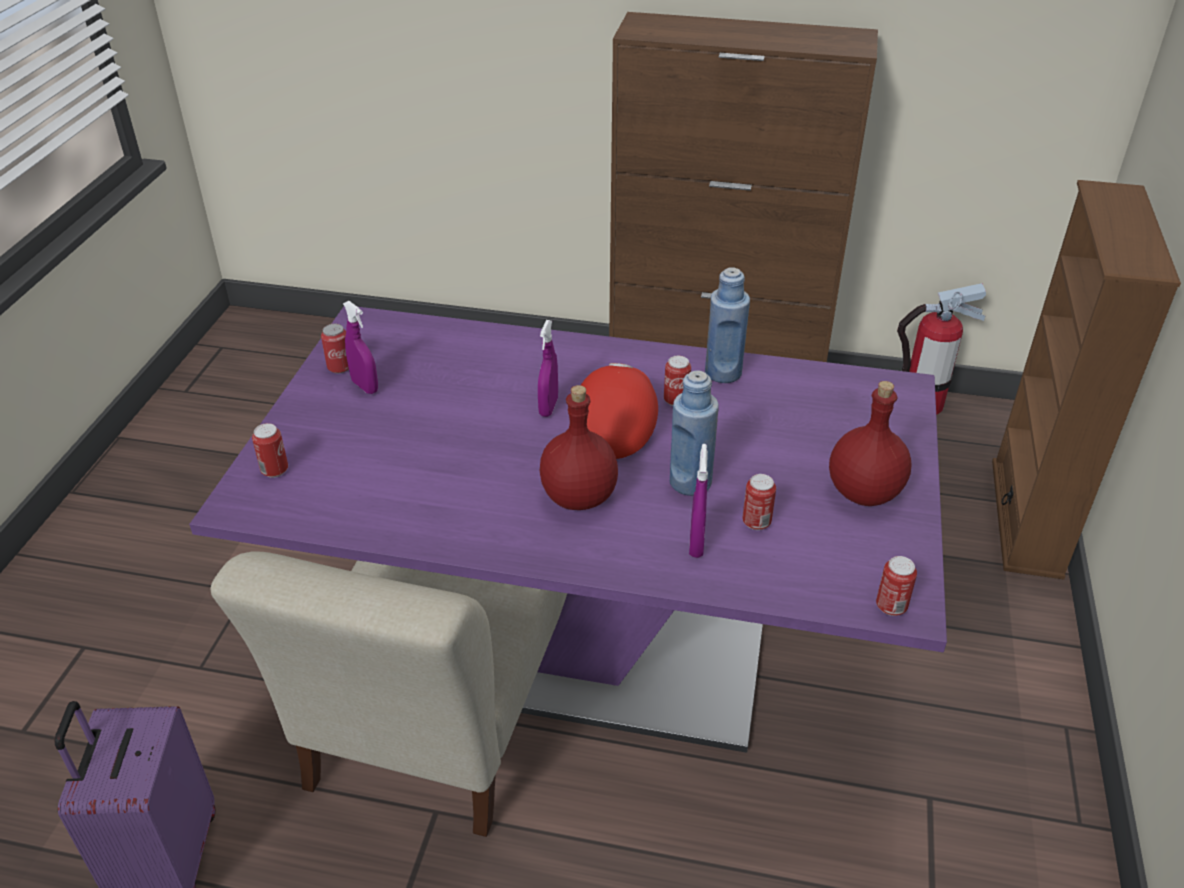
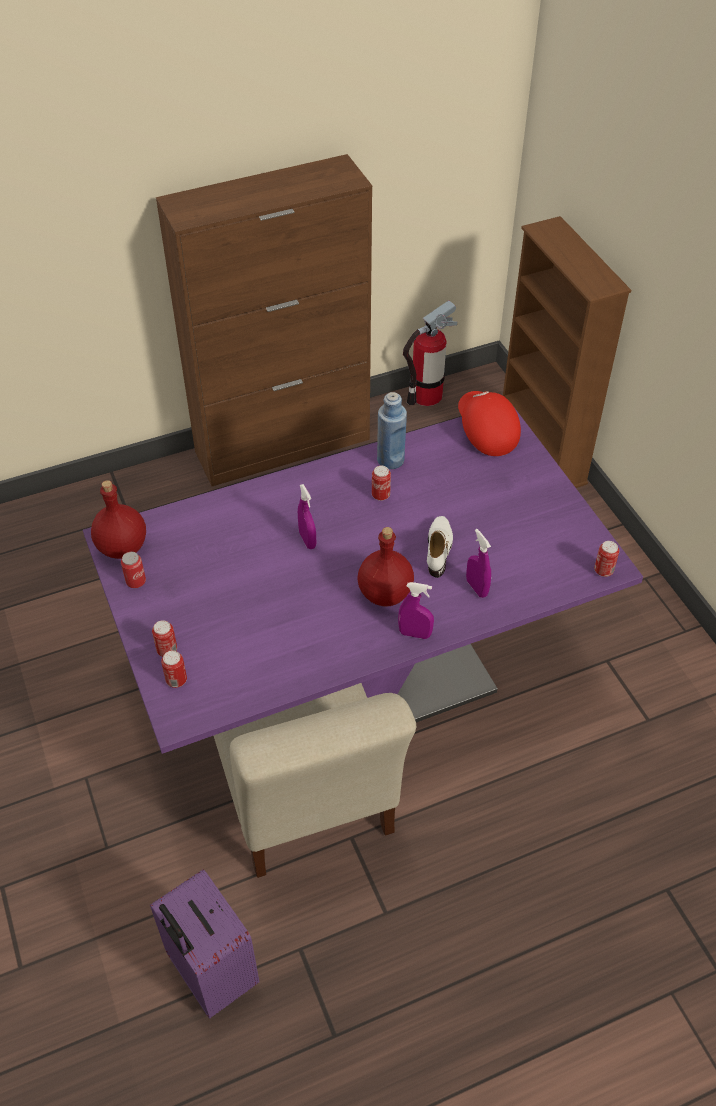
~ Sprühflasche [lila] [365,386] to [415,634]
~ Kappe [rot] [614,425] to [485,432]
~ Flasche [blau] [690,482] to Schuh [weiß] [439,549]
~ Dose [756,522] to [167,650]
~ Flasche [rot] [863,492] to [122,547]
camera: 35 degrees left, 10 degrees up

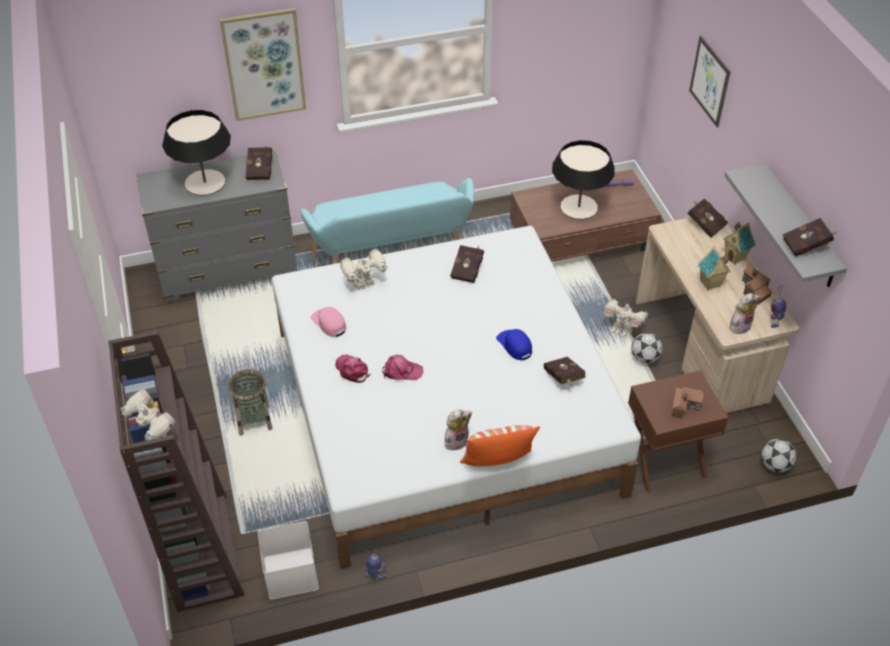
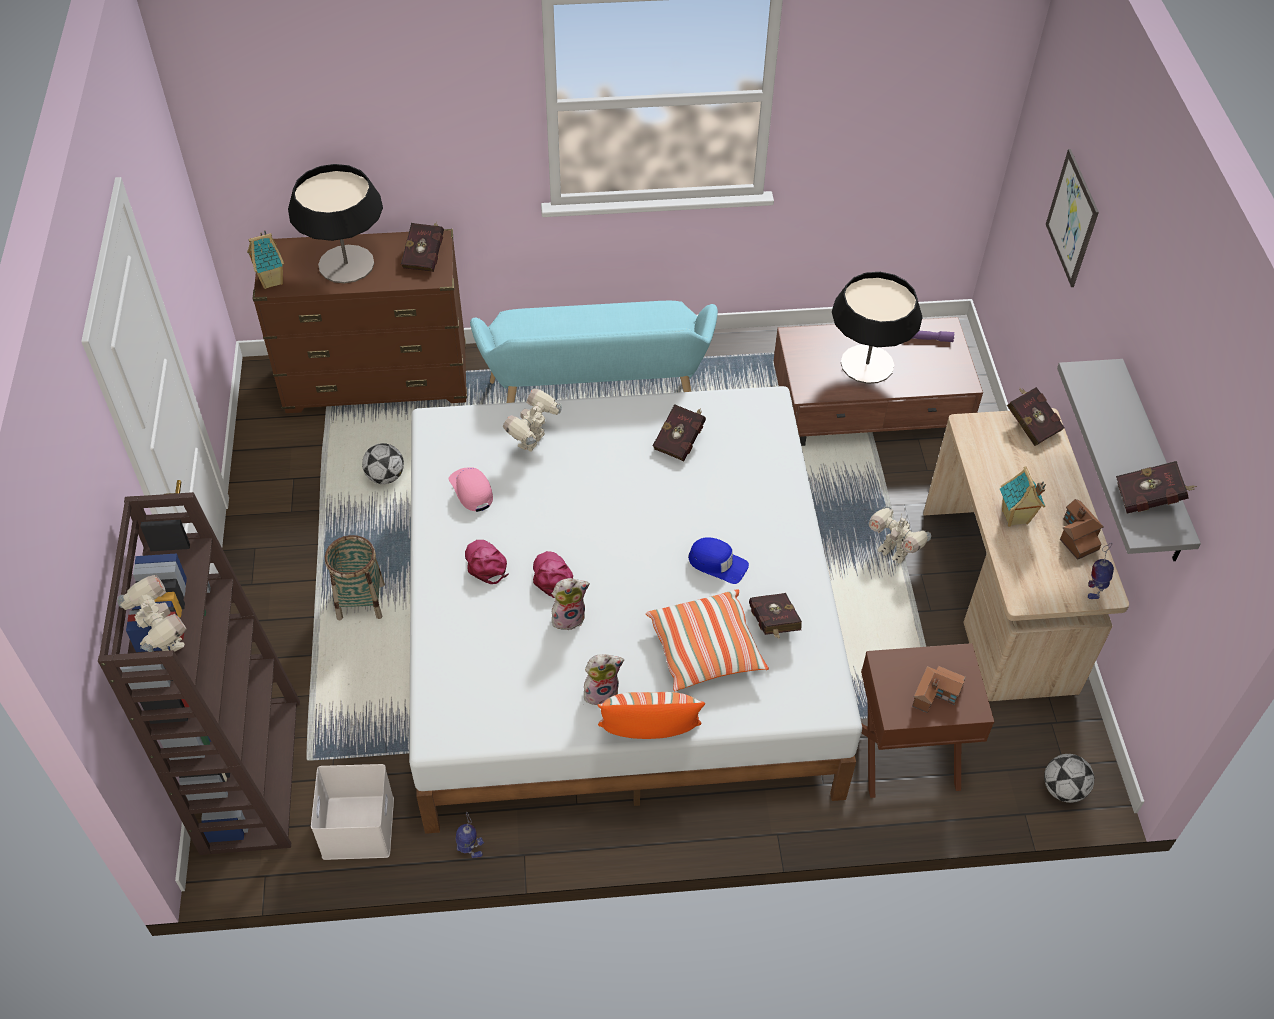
~ Kommode [grau] [228,270] to Kommode [braun] [377,380]
- Bild [264,64]
~ Spielzeugroboter [365,285] = [533,442] 45 degrees counterclockwise
~ Kappe [rosa] [402,371] = [552,577] 120 degrees counterclockwise
~ Kappe [blau] [514,345] = [717,563] 135 degrees clockwise
~ Fußball [644,358] to [385,476]
~ Spielzeughaus [735,258] to [272,280]
~ Plüschtier [739,326] to [569,617]
+ Kissen [706,650]
camera: 10 degrees right, 5 degrees up

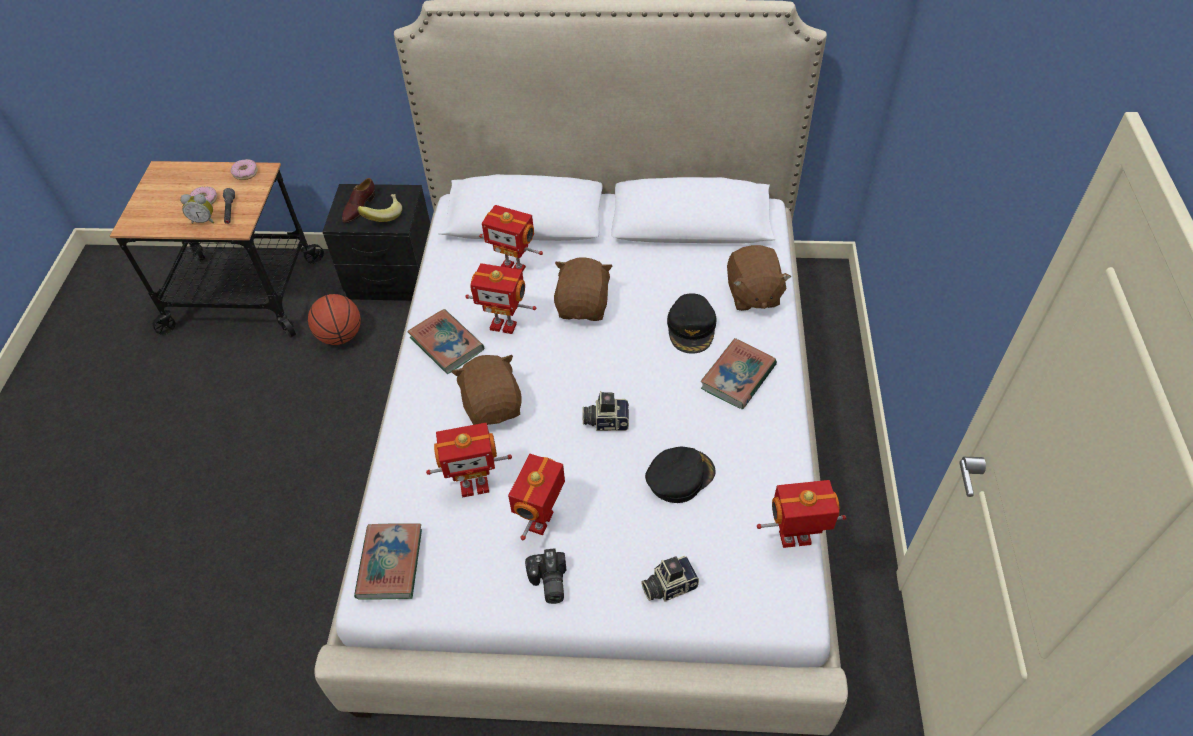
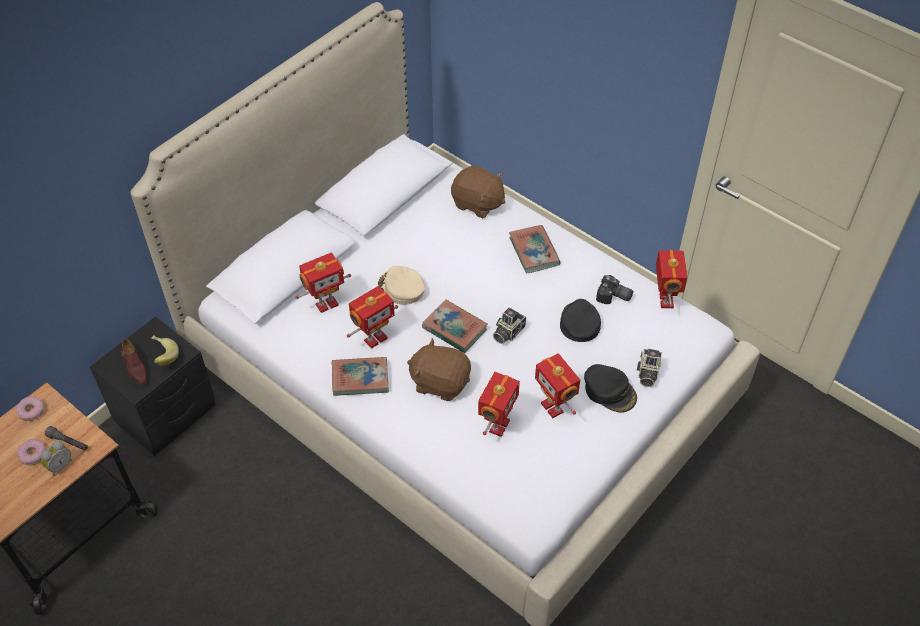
- Basketball [340,336]
~ Buch [390,564] to [454,329]
~ Kamera [547,583] to [613,297]
~ Plüschtier [braun] [583,306] to Kappe [beige] [401,288]
~ Kappe [schwarz] [692,328] to [610,391]
~ Spielzeugroboter [795,540] = [664,300] 150 degrees clockwise
camera: 55 degrees left, 0 degrees up

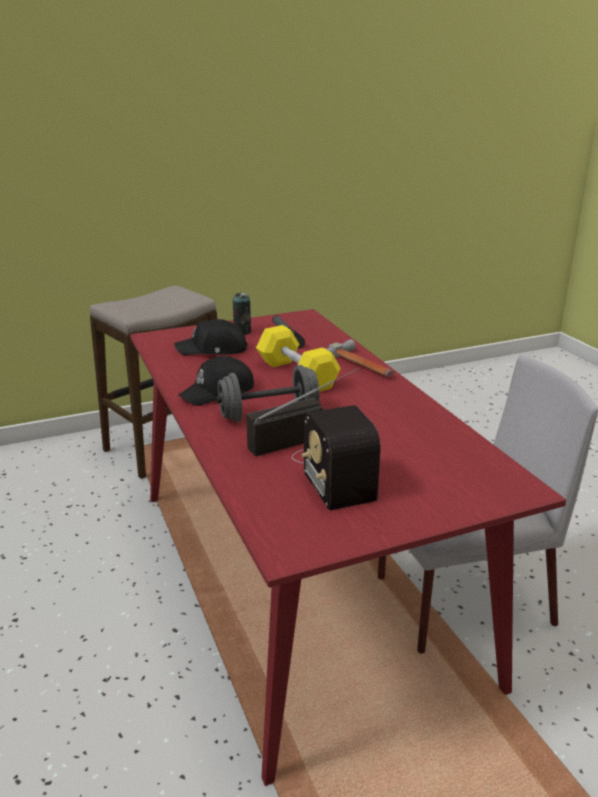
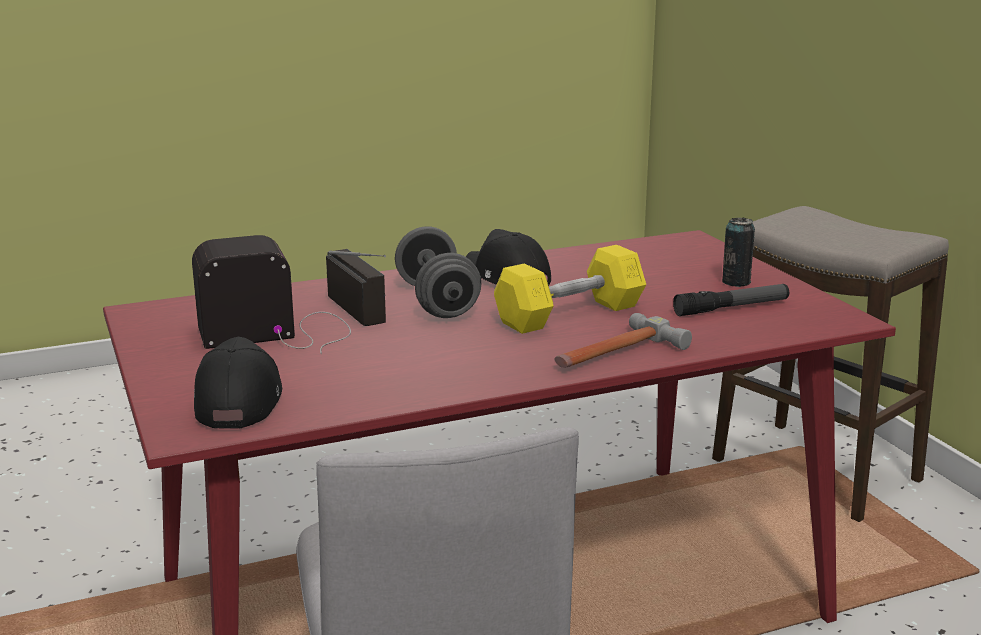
~ Kappe [schwarz] [213,350] to [237,400]
camera: 90 degrees right, 5 degrees down

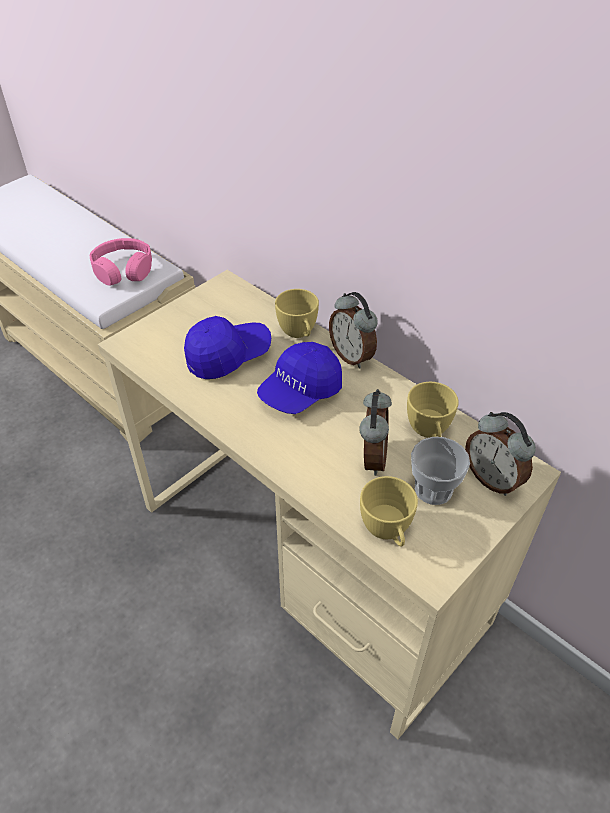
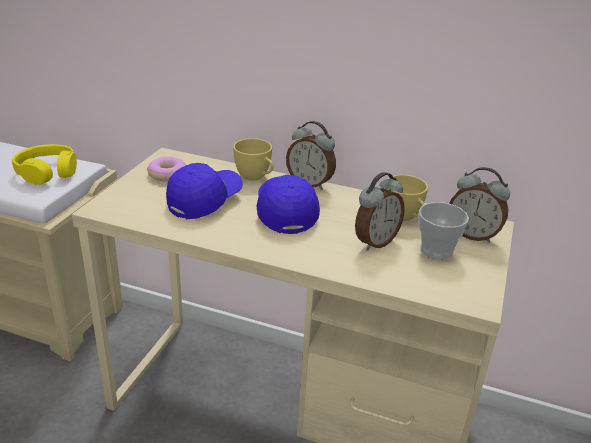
~ Kopfhörer [rosa] [123,270] to Kopfhörer [gelb] [47,172]
~ Kappe [blau] [300,392] = [285,212] 150 degrees clockwise
~ Wecker [371,458] = [375,242] 60 degrees clockwise
- Tasse [gelb] [387,532]
+ Donut [167,174]
camera: 25 degrees left, 15 degrees down

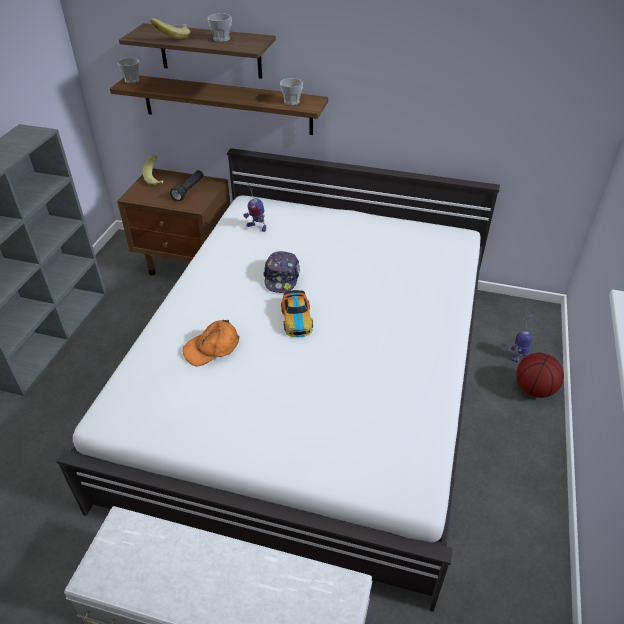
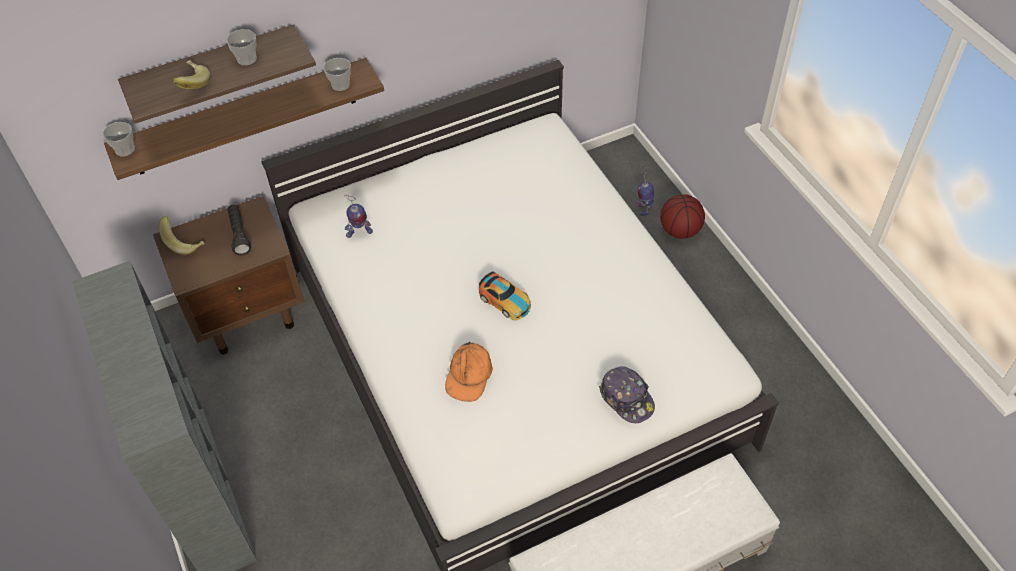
~ Kappe [282,277] to [627,399]
camera: 40 degrees left, 10 degrees up

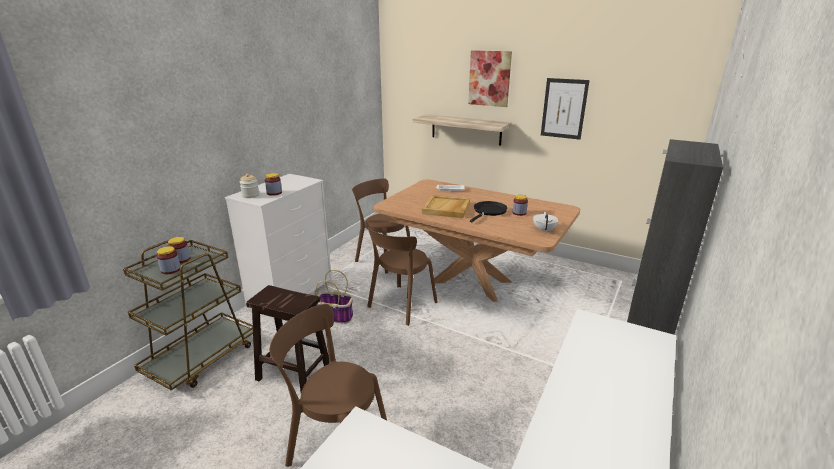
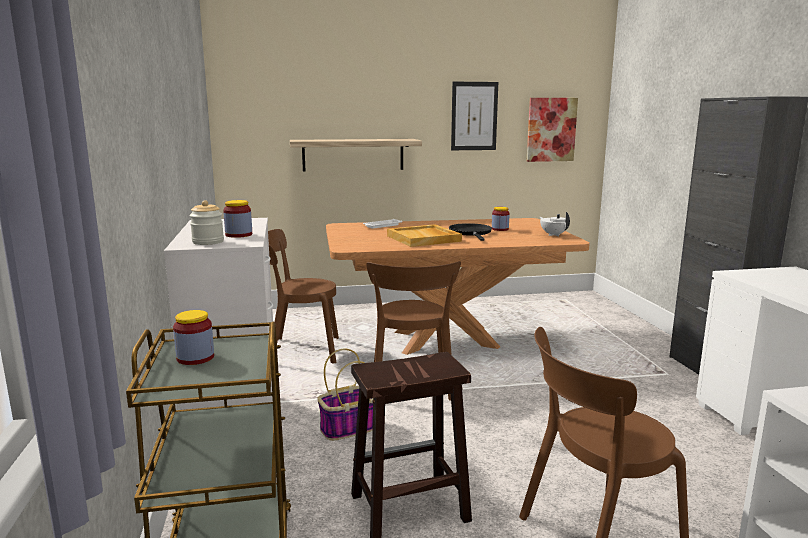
- Vorratsglas [171,270]
~ Bild [489,78] to [551,129]
camera: 40 degrees left, 10 degrees down

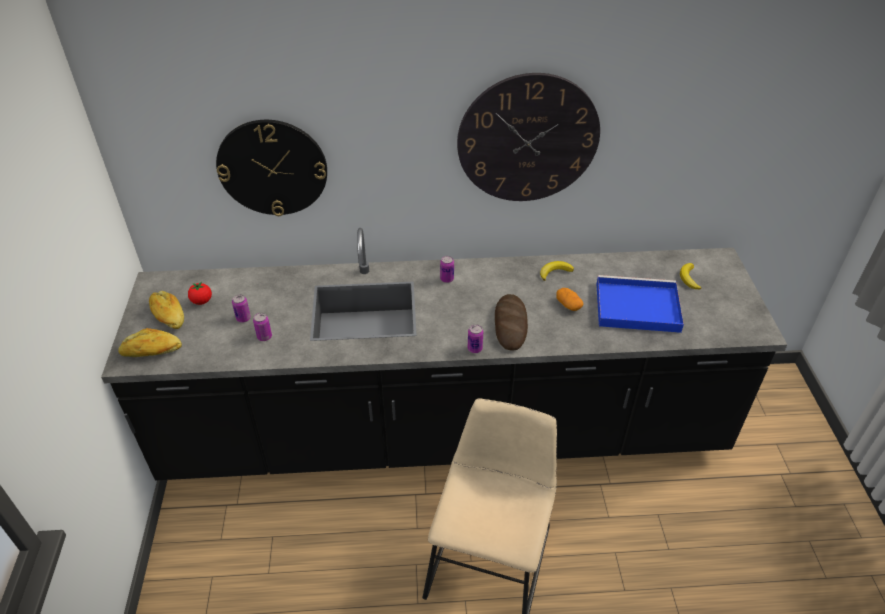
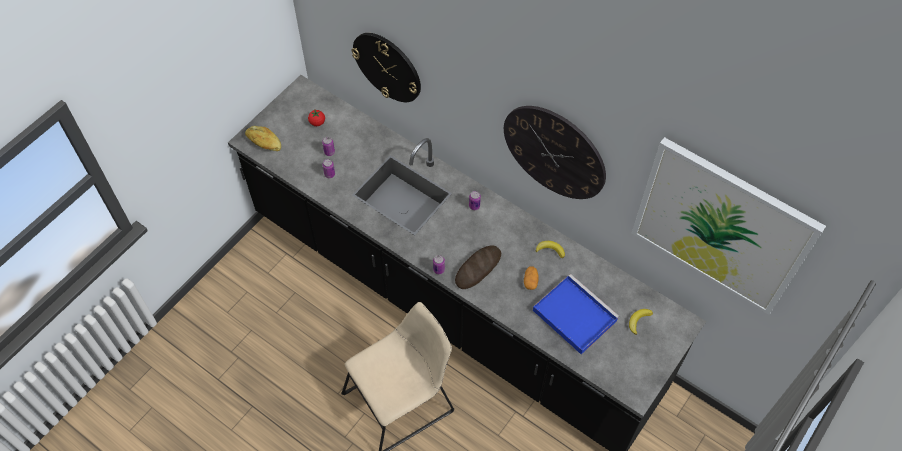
- Brot [168,316]
+ Bild [721,227]
camera: 40 degrees right, 15 degrees up

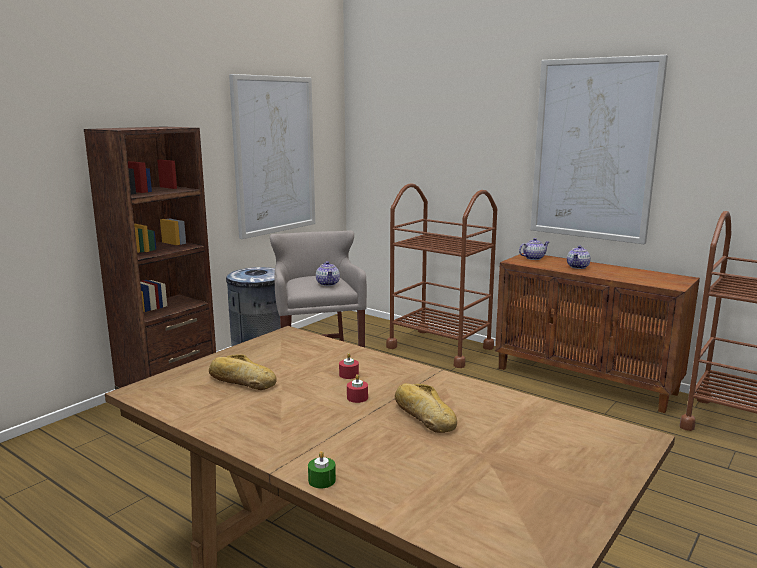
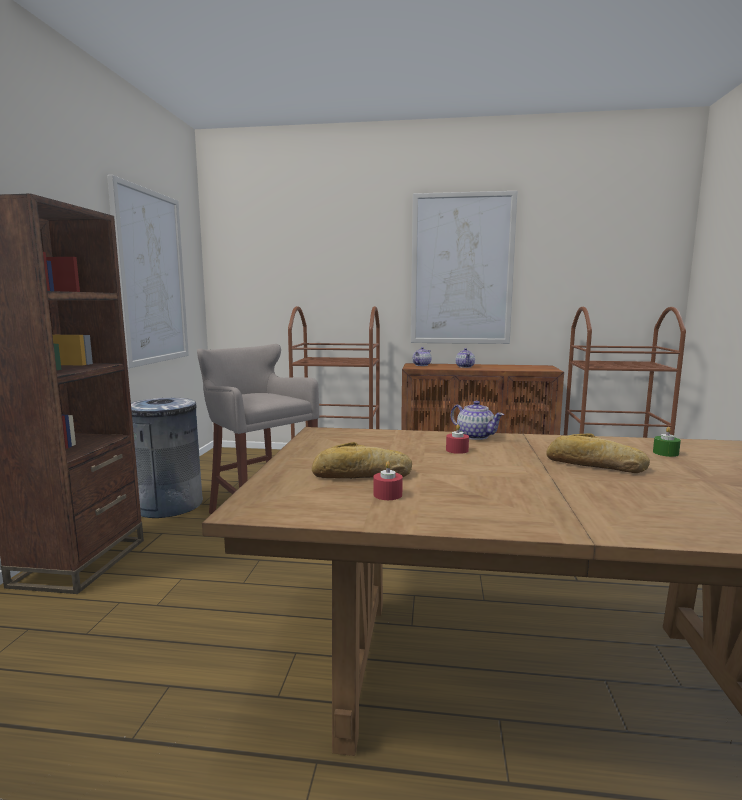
~ Kerze [grün] [322,480] to [665,453]
~ Teekanne [328,284] to [475,436]
~ Kerze [rot] [357,397] to [387,494]
camera: 30 degrees left, 5 degrees down

